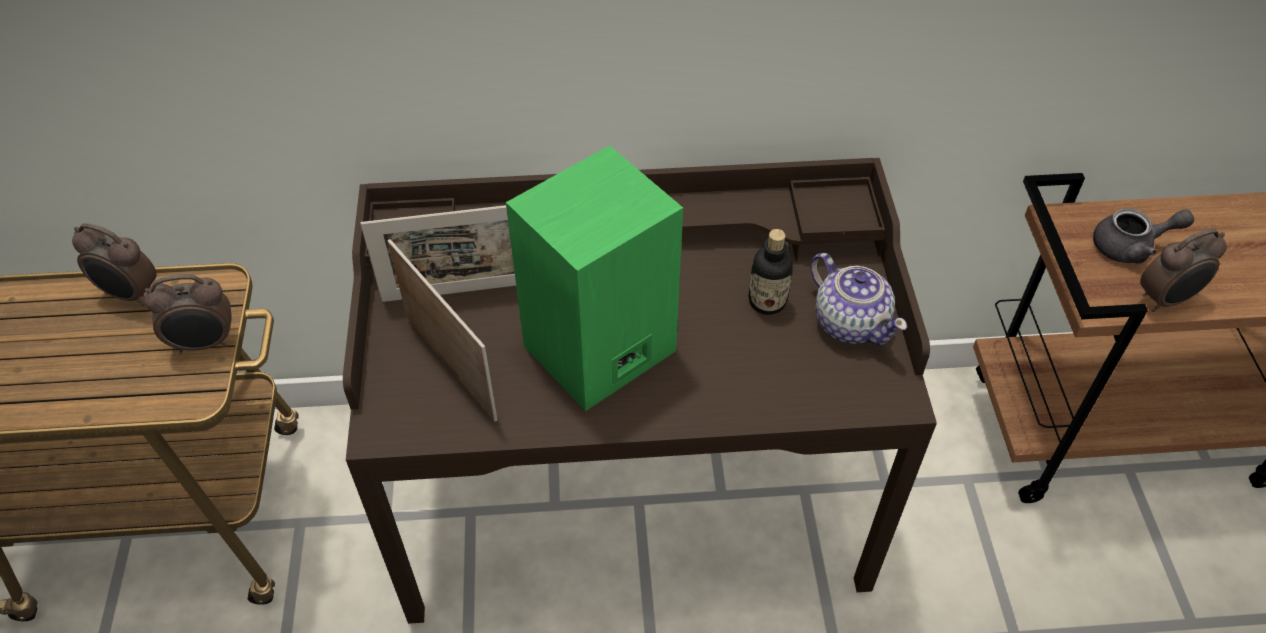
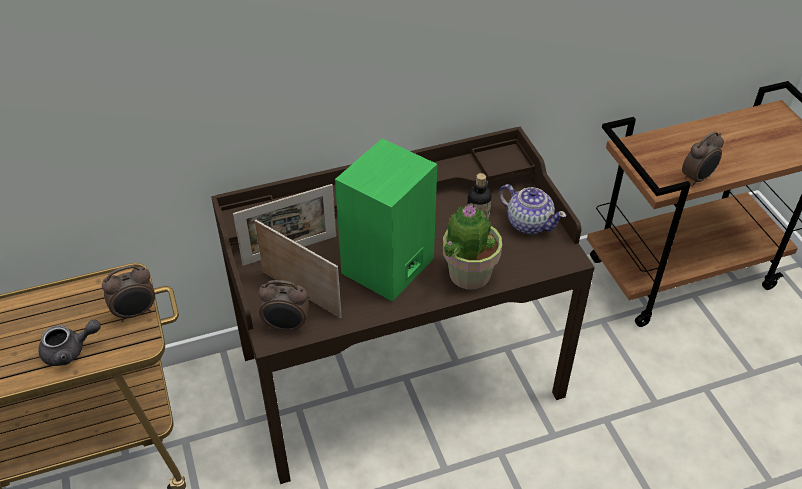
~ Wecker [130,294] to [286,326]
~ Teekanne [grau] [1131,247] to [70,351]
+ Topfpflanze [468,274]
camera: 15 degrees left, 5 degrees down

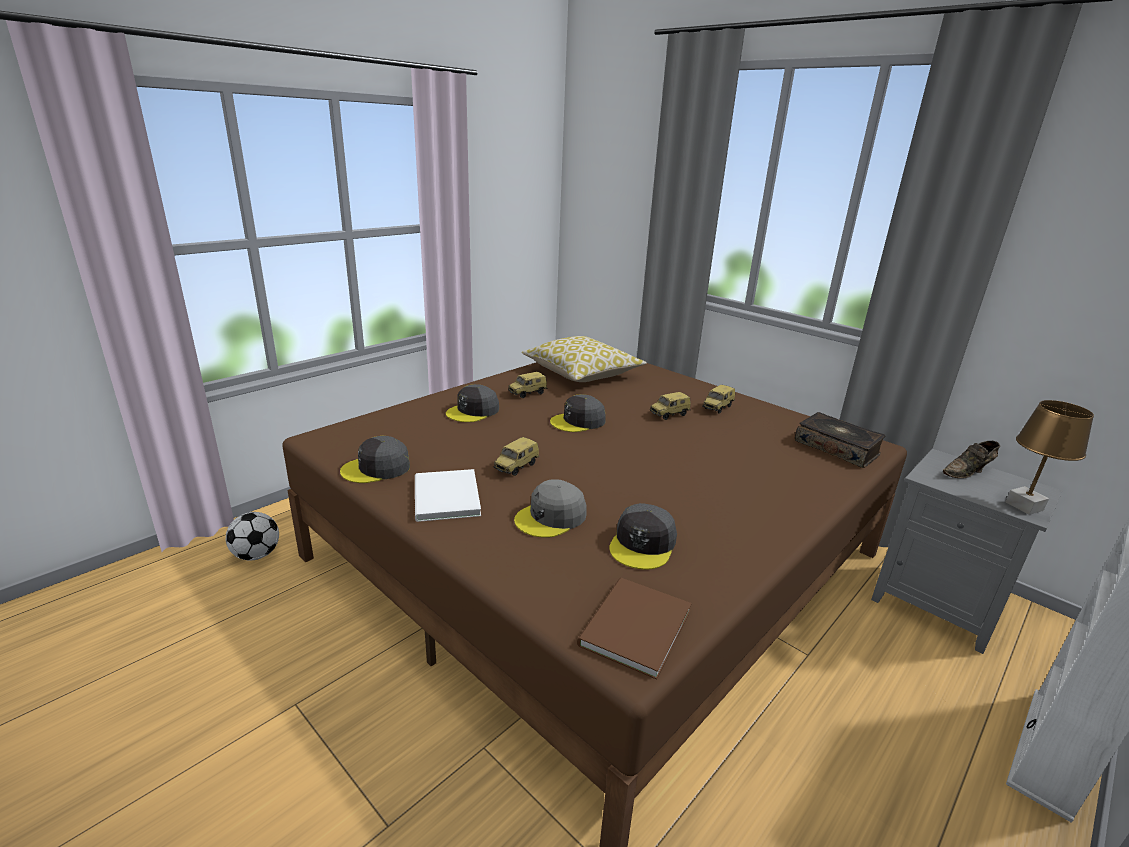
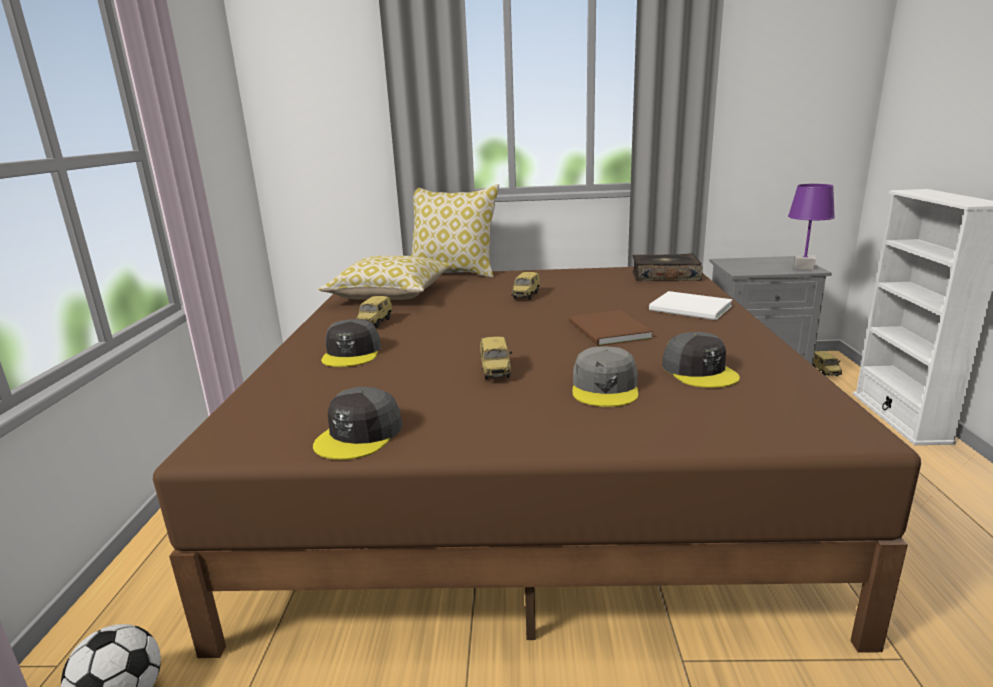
~ Buch [weiß] [444,498] to [692,309]
- Kappe [grau] [578,421]
~ Buch [braun] [631,628] to [608,331]
~ Spielzeugauto [718,408] to [825,372]
- Schuh [braun] [967,472]
~ Tischlampe [braun] [1023,506] to Tischlampe [lila] [803,267]
+ Kissen [454,272]
camera: 40 degrees left, 5 degrees down

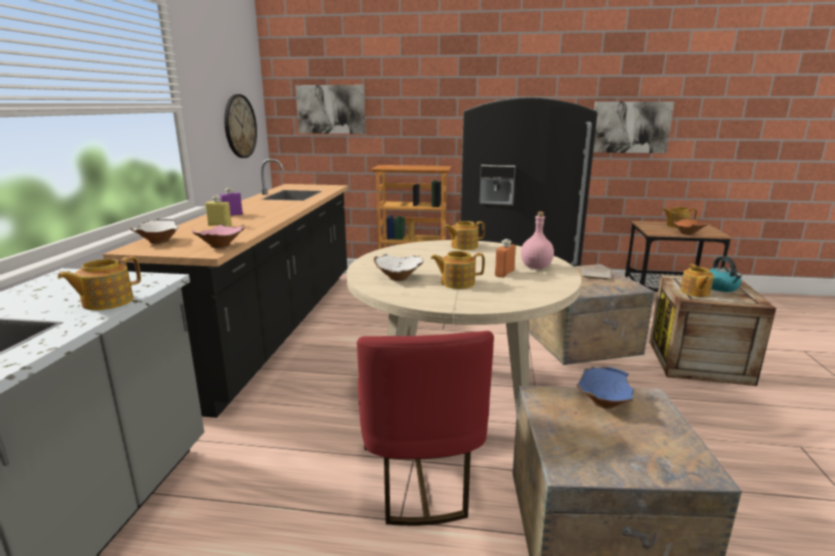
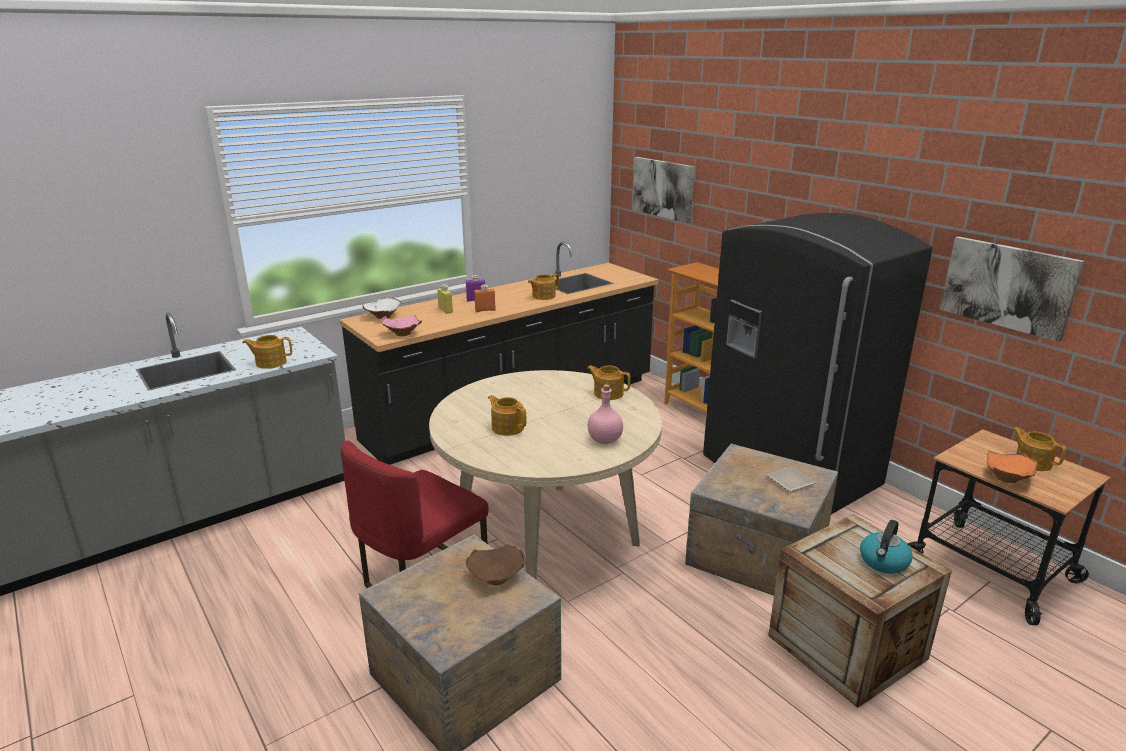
- Wanduhr [240,126]
- Schüssel [weiß] [398,277]
~ Flasche [orange] [504,273] to [485,310]
~ Schüssel [blau] [602,402] to Schüssel [braun] [496,577]
~ Teekanne [694,292] to [543,296]
camera: 45 degrees right, 5 degrees up

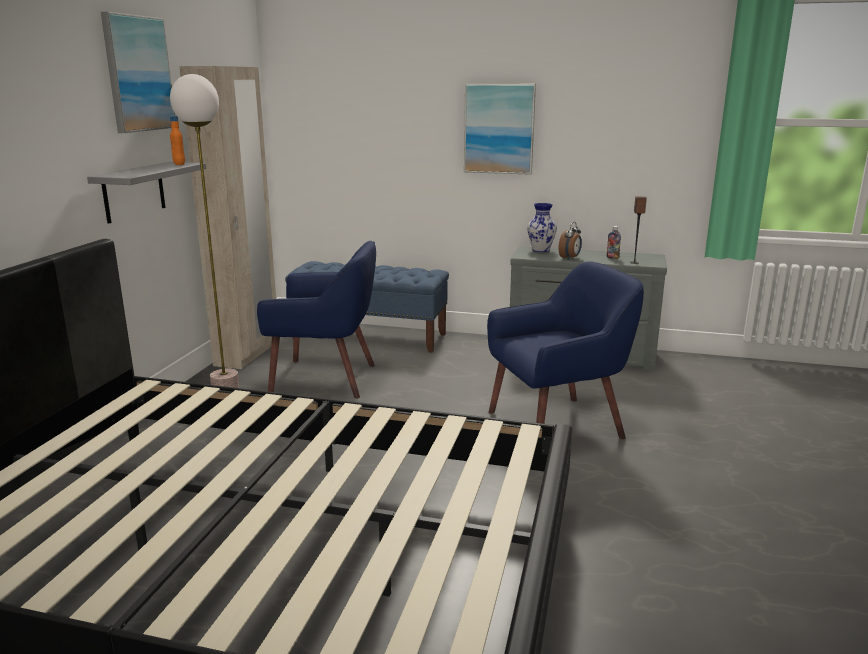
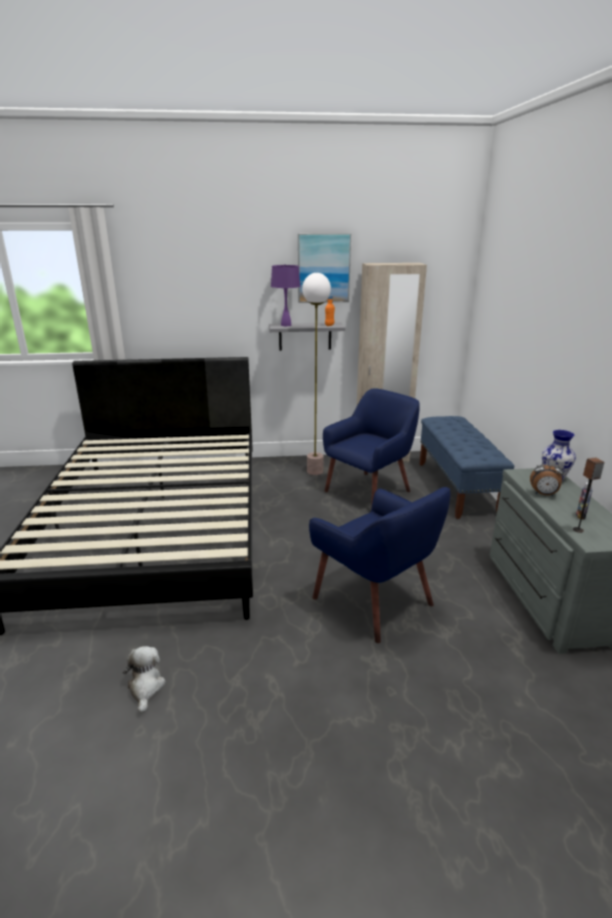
~ Sessel [blau] [325,379] = [369,491] 120 degrees counterclockwise
- Bild [499,129]
+ Plüschtier [145,687]
+ Tischlampe [lila] [286,325]
camera: 70 degrees right, 5 degrees up

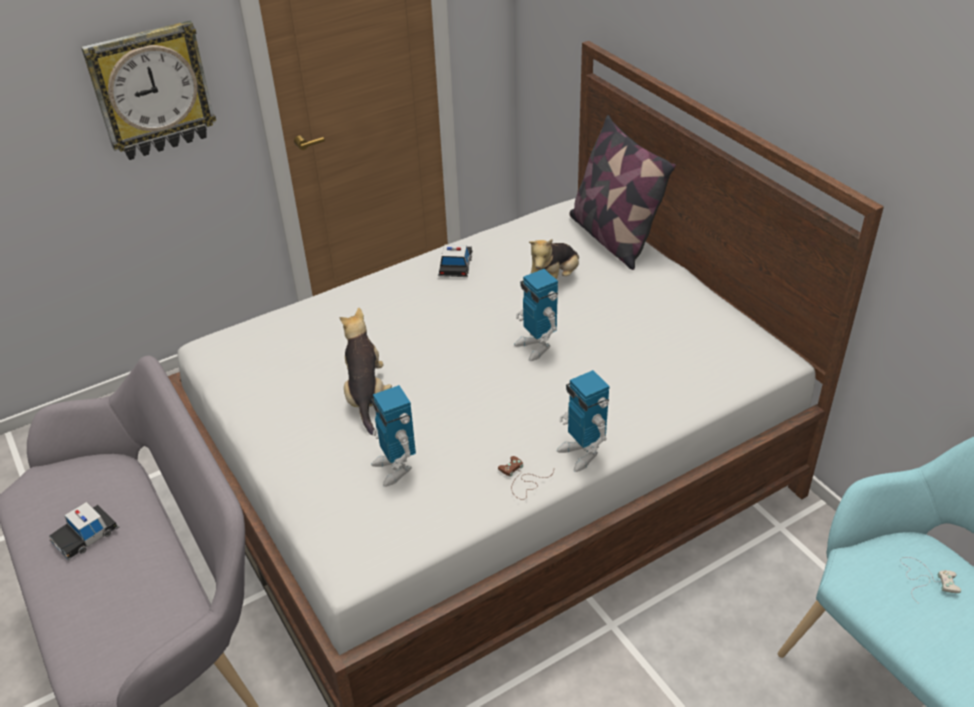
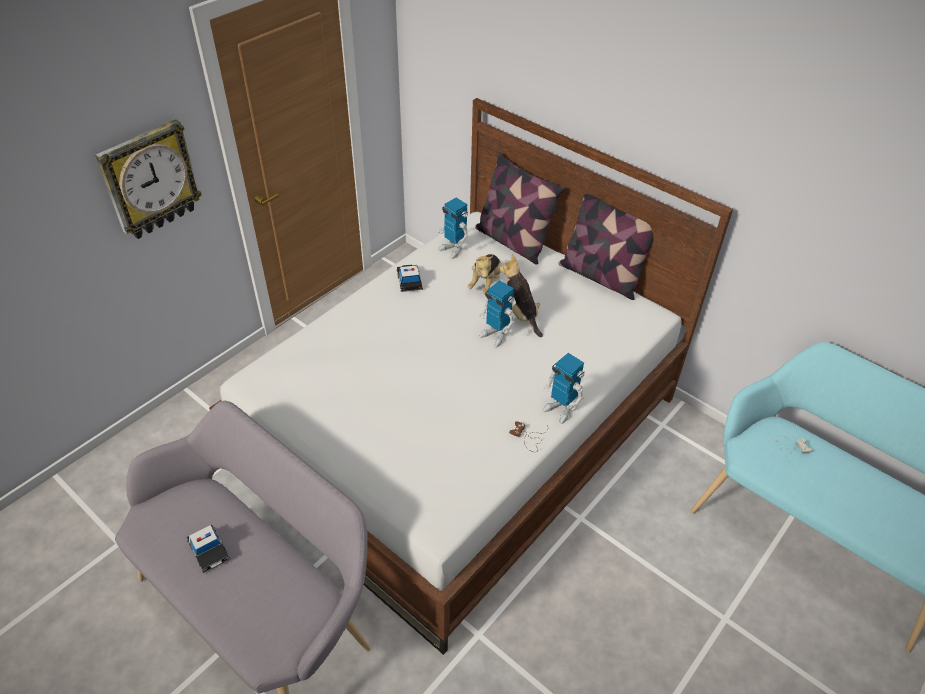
~ Spielzeugauto [85,535] = [209,550] 60 degrees counterclockwise
~ Plüschtier [366,396] to [520,313]
~ Spielzeugroboter [395,468] to [453,249]
+ Kissen [601,276]
camera: 20 degrees left, 5 degrees up

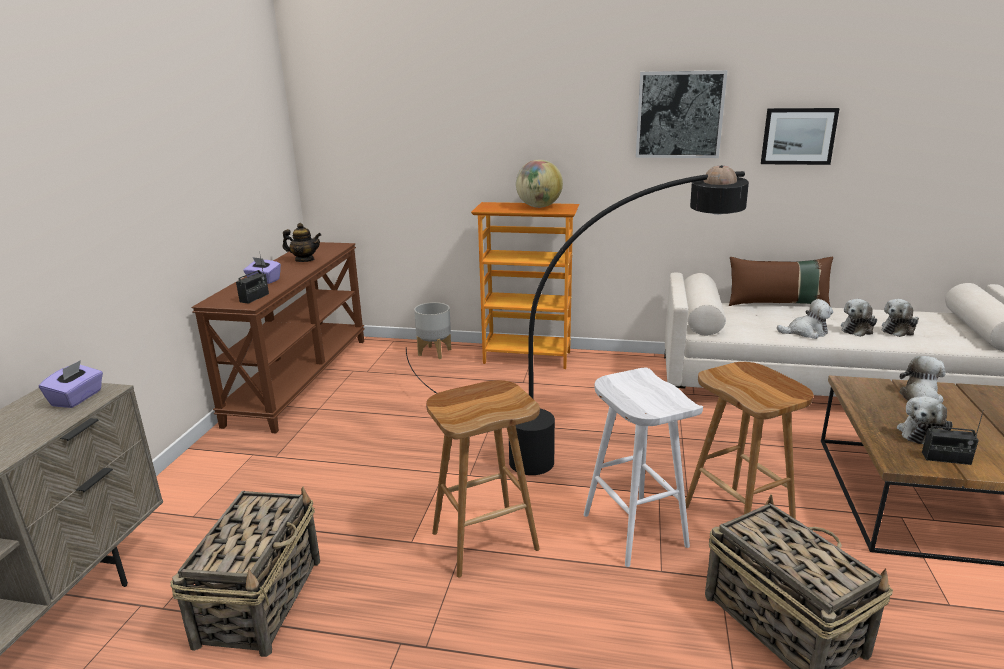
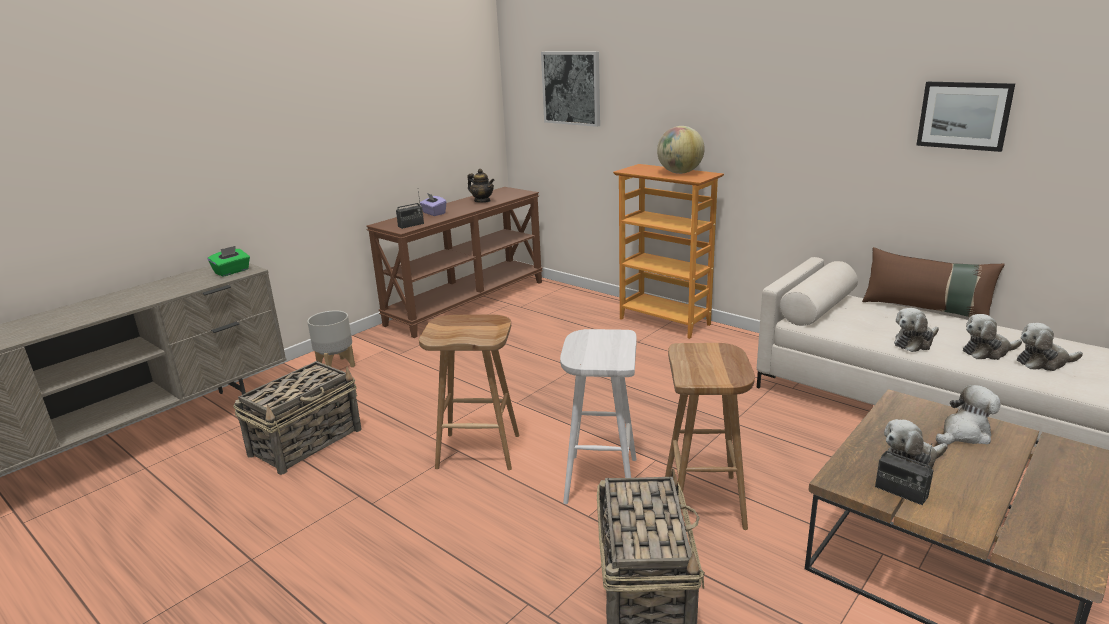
~ Taschentuchbox [lila] [77,398] to Taschentuchbox [grün] [232,272]
- Stehlampe [schwarz] [577,443]
~ Pflanzkübel [grau] [434,352] to [336,366]
~ Bild [679,115] to [571,88]
~ Plüschtier [806,332] = [914,343] 120 degrees clockwise
camera: 30 degrees right, 0 degrees up

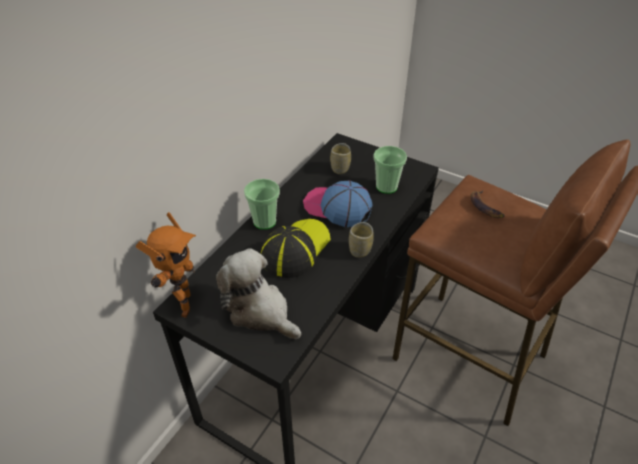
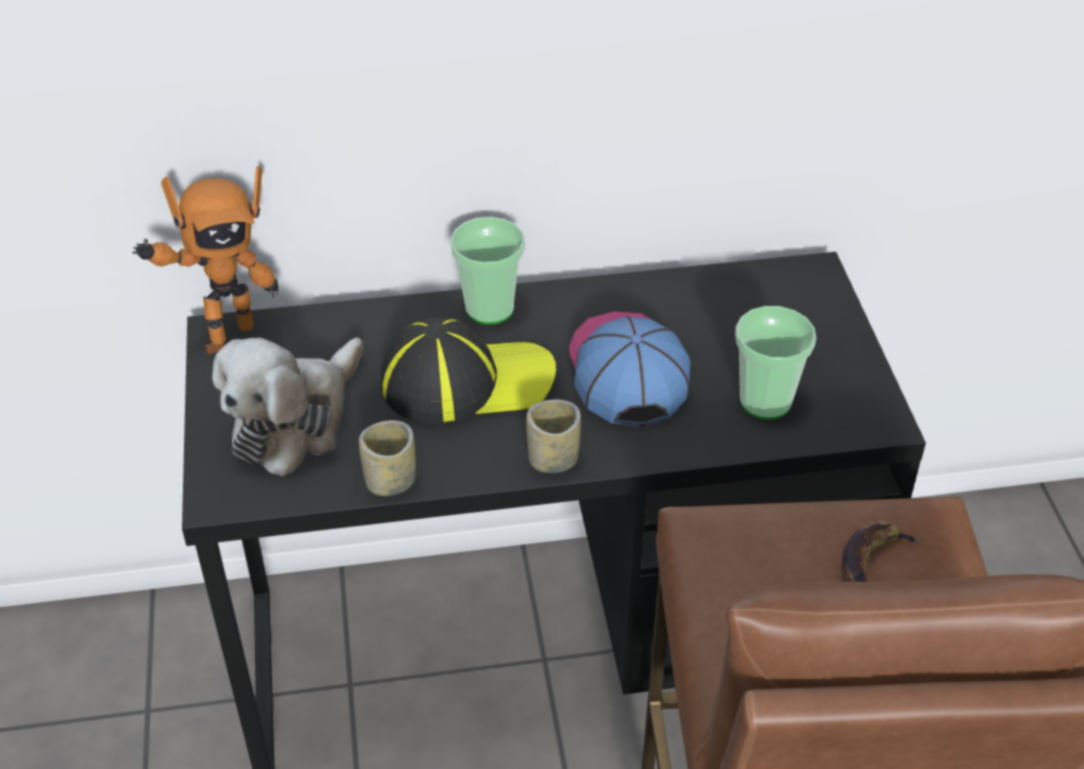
~ Plüschtier [259,310] = [295,421] 150 degrees counterclockwise
~ Tasse [340,169] to [390,481]
camera: 50 degrees right, 0 degrees up

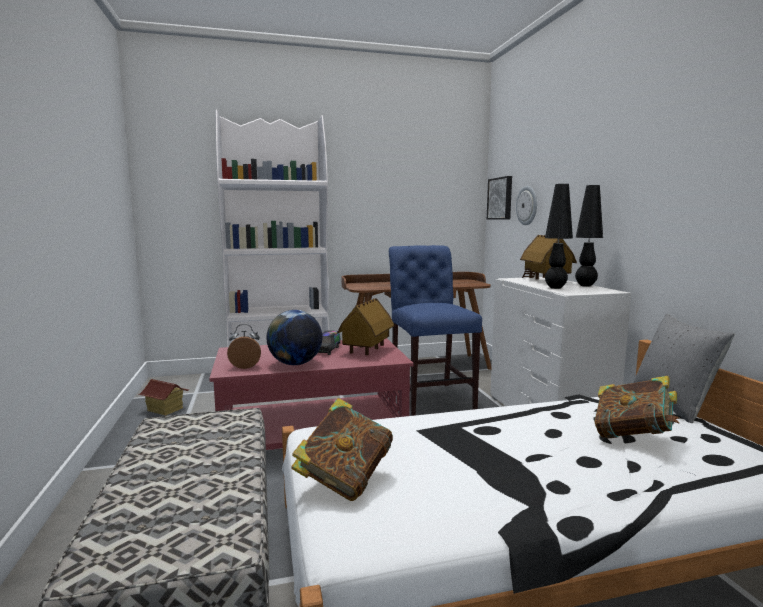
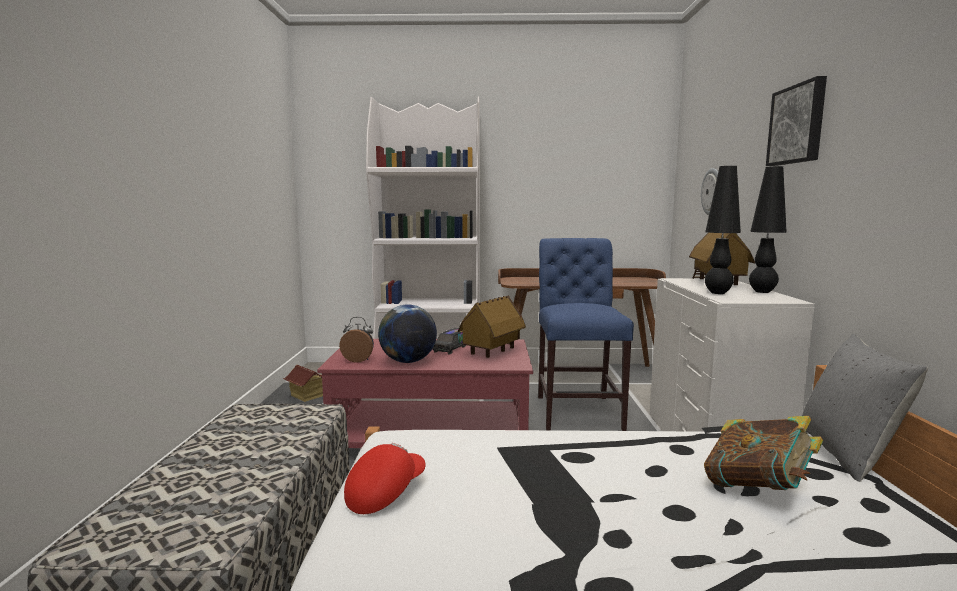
~ Buch [344,480] to Kappe [rot] [385,493]
~ Bild [501,198] to [798,124]
camera: 15 degrees right, 0 degrees up

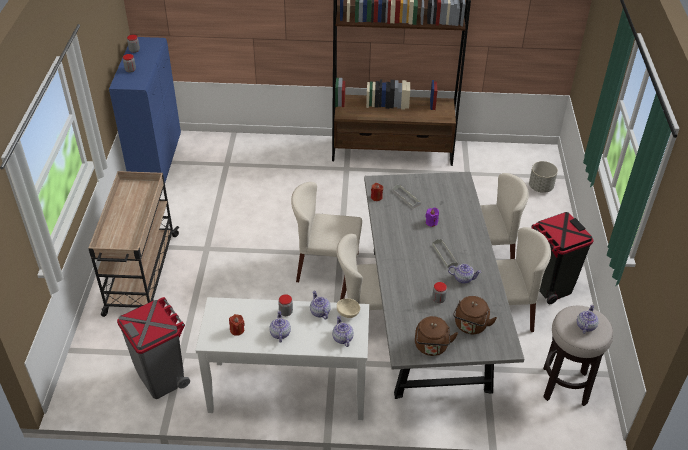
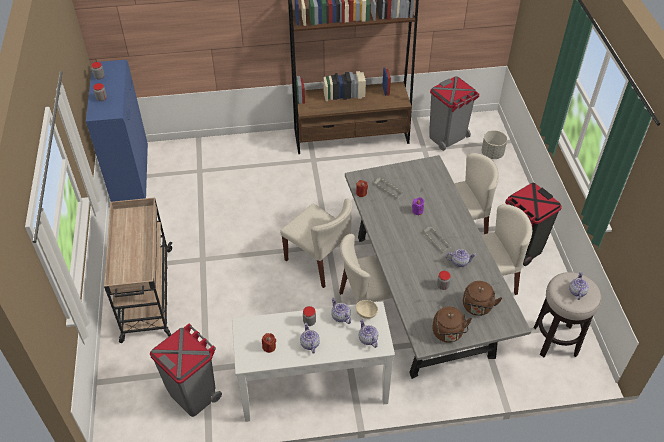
~ Stuhl [beige] [327,267] = [319,260] 135 degrees counterclockwise
+ Mülleimer [grau] [448,138]
camera: 10 degrees left, 5 degrees up

